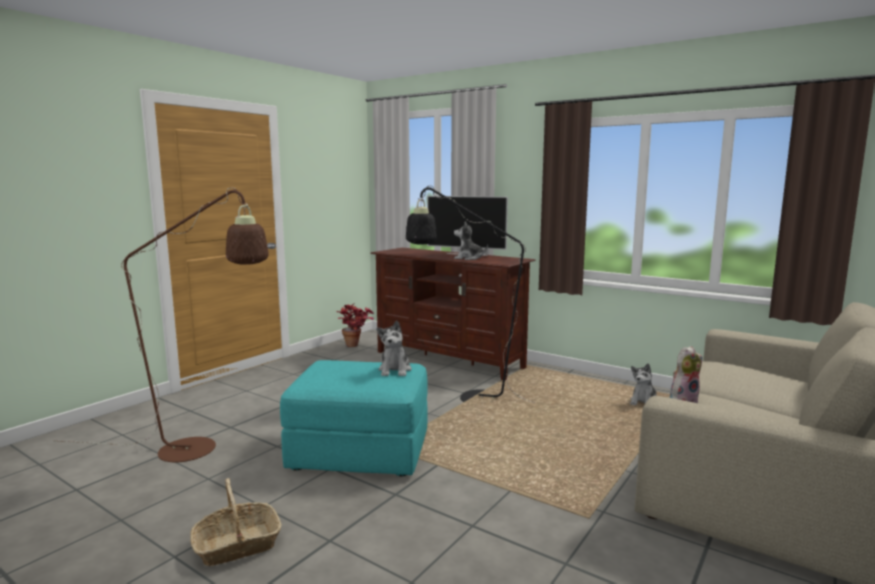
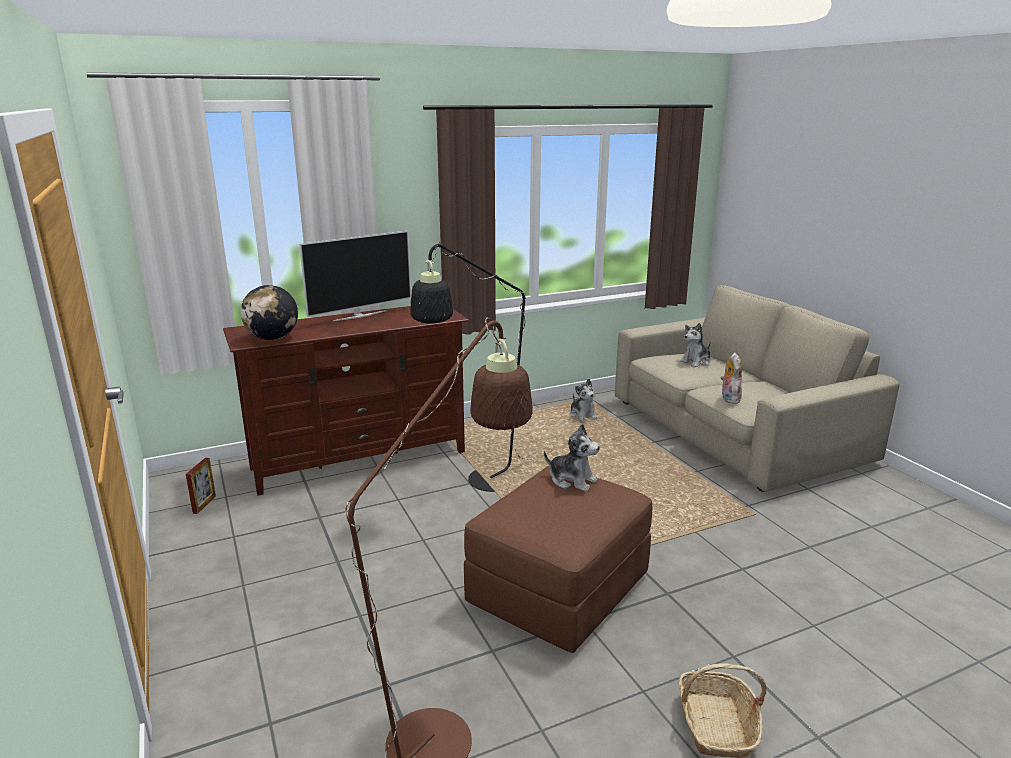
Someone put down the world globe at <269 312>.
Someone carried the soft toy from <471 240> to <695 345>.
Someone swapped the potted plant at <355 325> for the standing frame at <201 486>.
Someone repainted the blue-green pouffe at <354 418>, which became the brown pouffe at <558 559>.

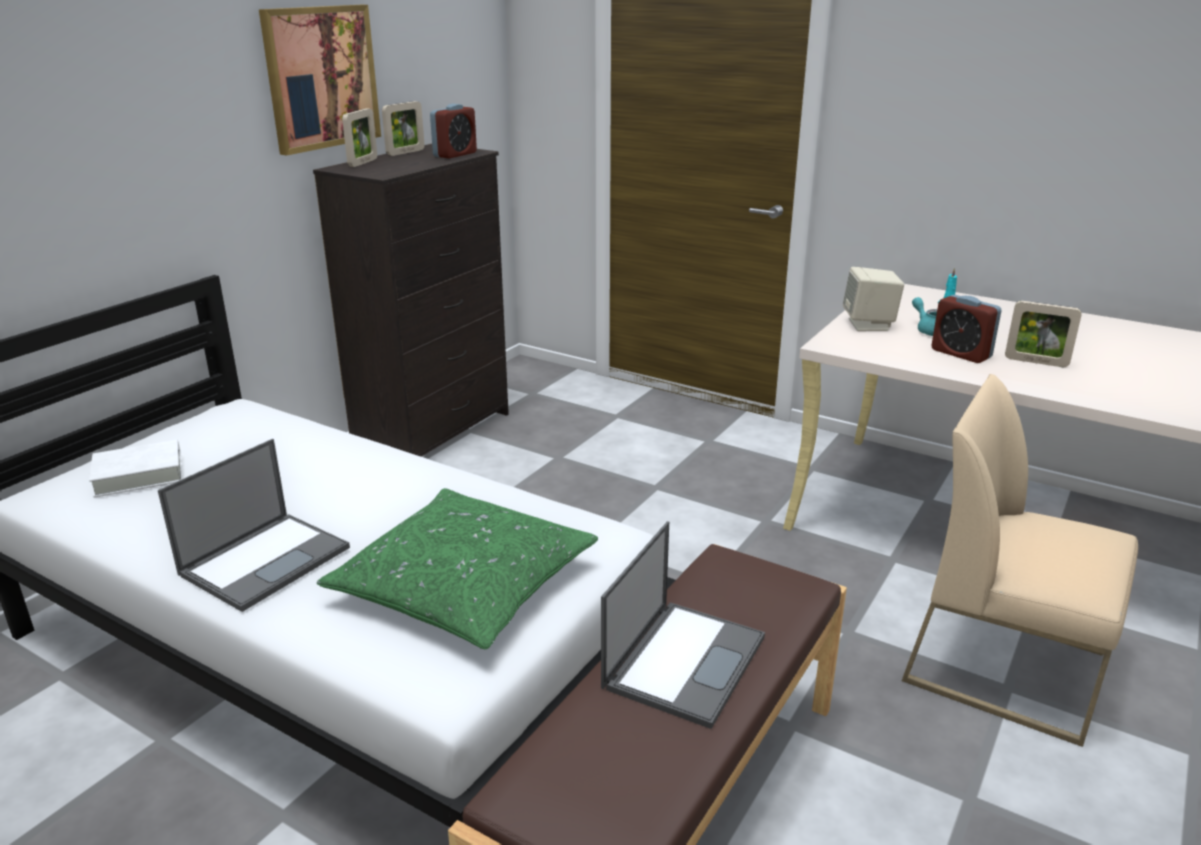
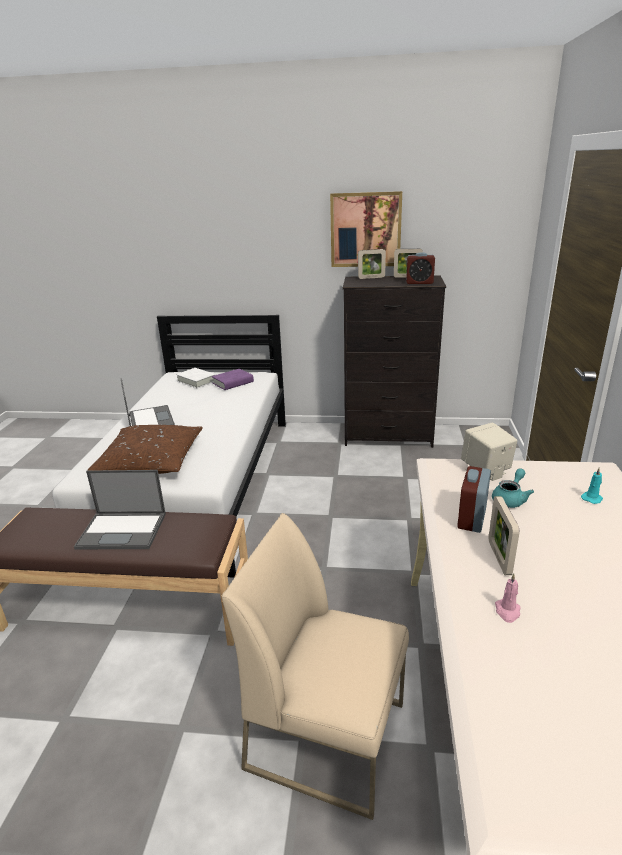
Someone put down the purple bound book at <233 379>.
Someone put down the pinkish wax candle at <508 598>.
Someone repainted the green-coloured throw pillow at <457 568>, which became the brown throw pillow at <145 449>.
Someone rotated the laptop at <254 525> by 120 degrees counterclockwise.
Someone rotated the beige plain chair at <1020 560> by 75 degrees counterclockwise.

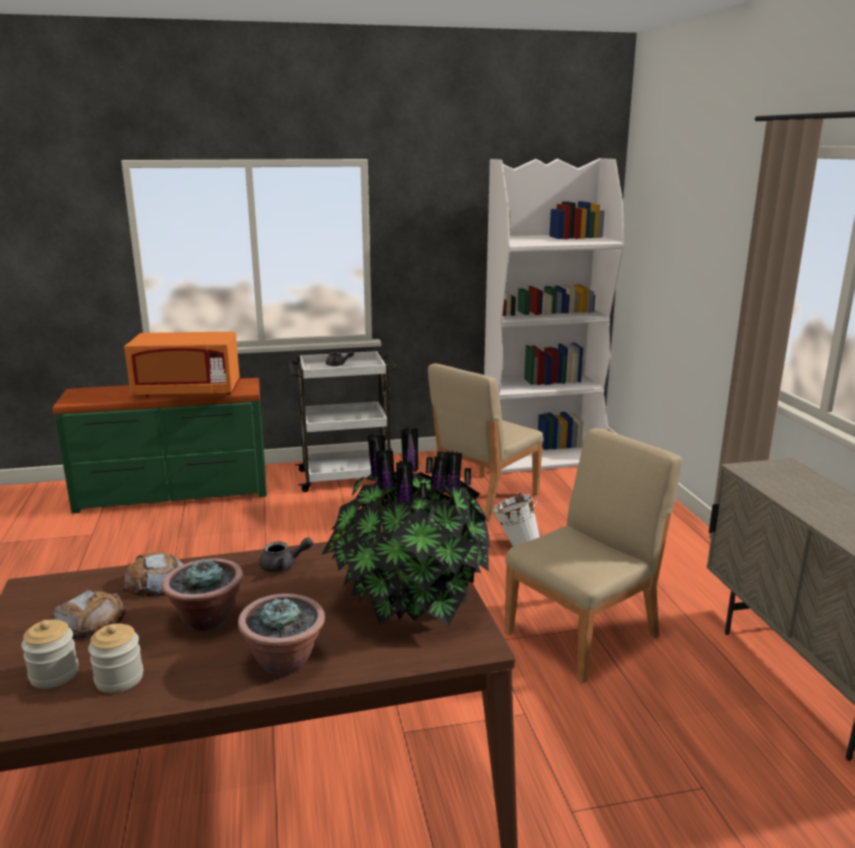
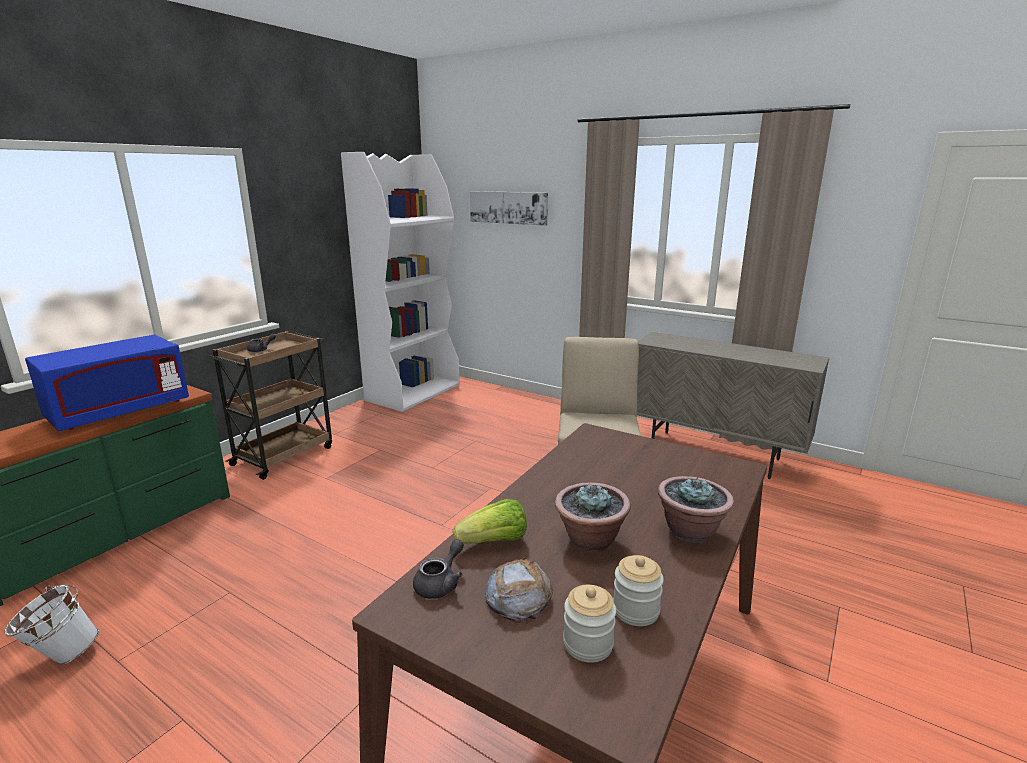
Someone took away the potted plant at <405 526>.
Someone took away the beige plain chair at <485 442>.
Someone put up the picture at <509 208>.
Someone carried the gray teapot from <286 554> to <438 569>.
Someone carried the white pail from <516 519> to <51 625>.
Someone swapped the bakery bread at <153 574> for the lettuce head at <490 521>.
Someone repainted the orangey microwave at <182 364>, which became the bluish microwave at <107 383>.
Someone repainted the white cart at <343 421>, which became the brown cart at <269 405>.

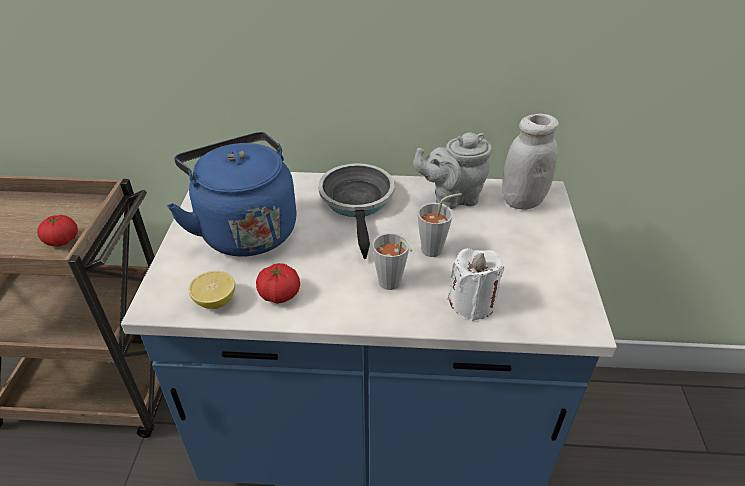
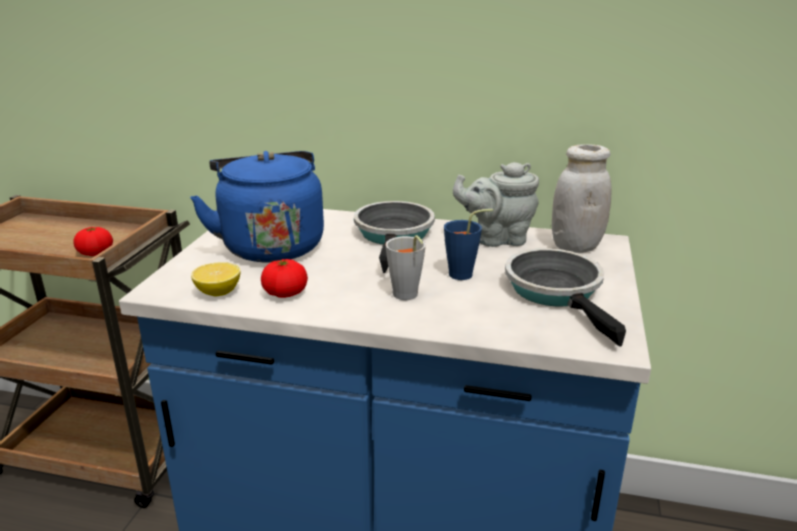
Someone took away the white wax candle at <476 284>.
Someone put down the frying pan at <565 297>.
Someone repainted the gray drinking cup at <440 225>, which became the bluish drinking cup at <468 244>.

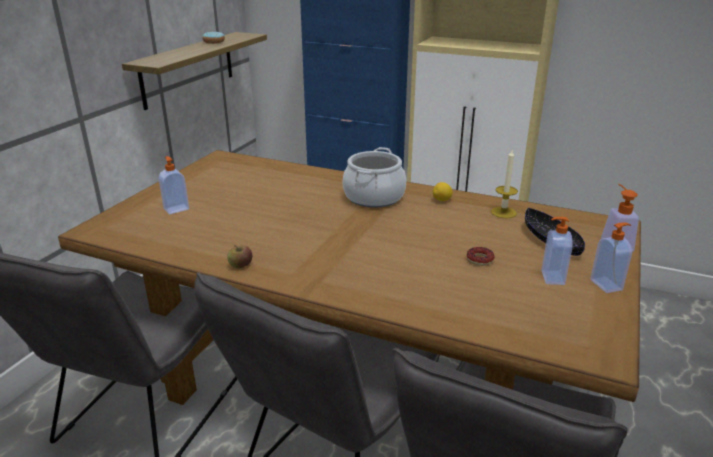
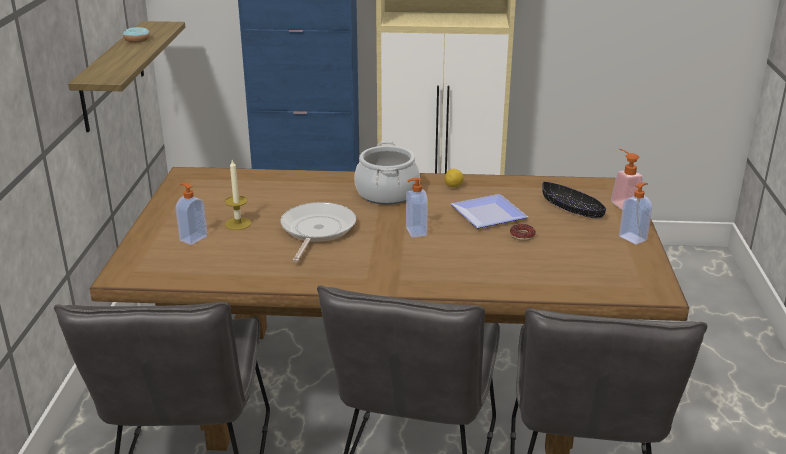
Someone took away the apple fruit at <239 256>.
Someone put down the frying pan at <318 232>.
Someone put down the plate at <489 211>.
Someone carried the wax candle from <504 184> to <238 195>.
Someone carried the soap dispenser from <557 251> to <417 208>.

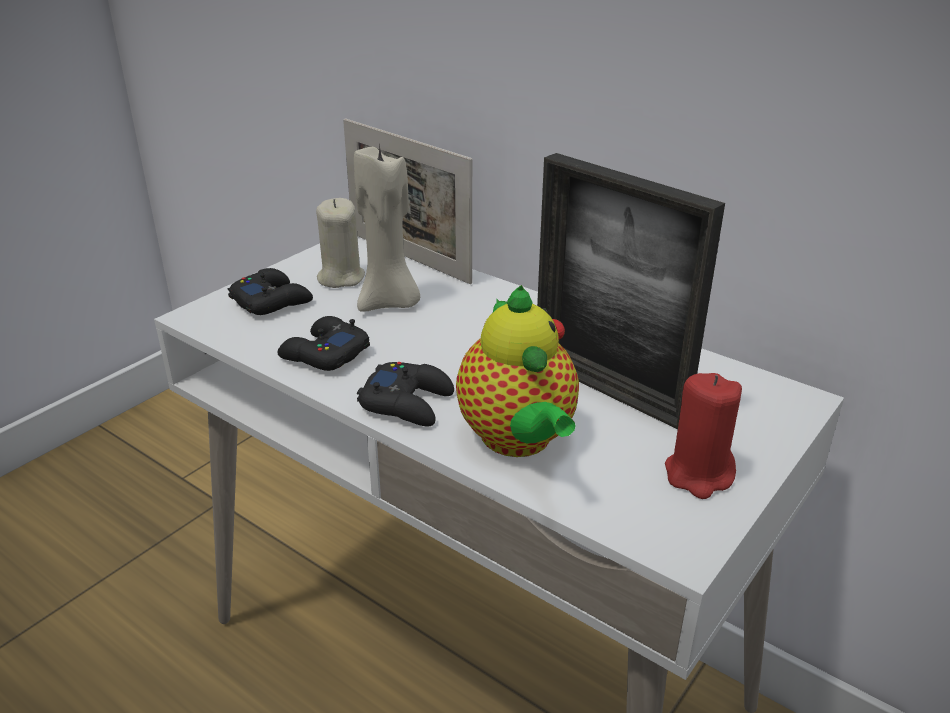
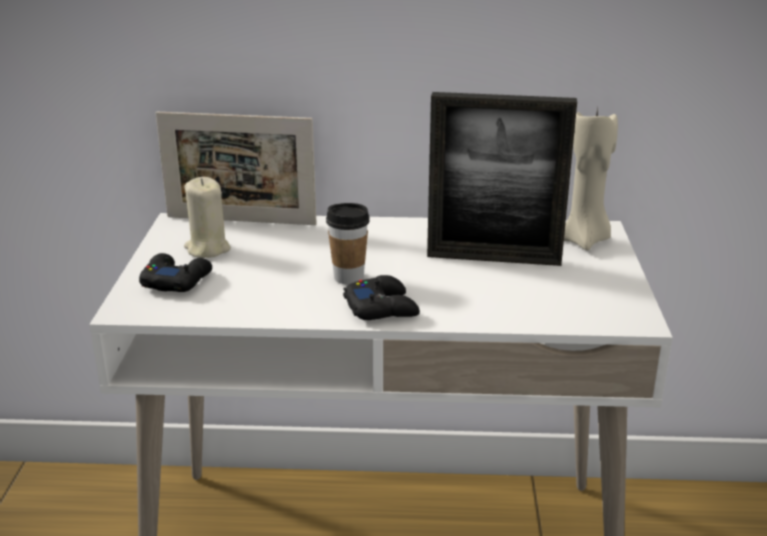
Someone took away the blackish gamepad at <324 343>.
Someone took away the teapot at <517 371>.
Someone took away the red wax candle at <703 436>.
Someone put down the drinking cup at <348 244>.
Someone carried the beige wax candle from <387 227> to <591 179>.

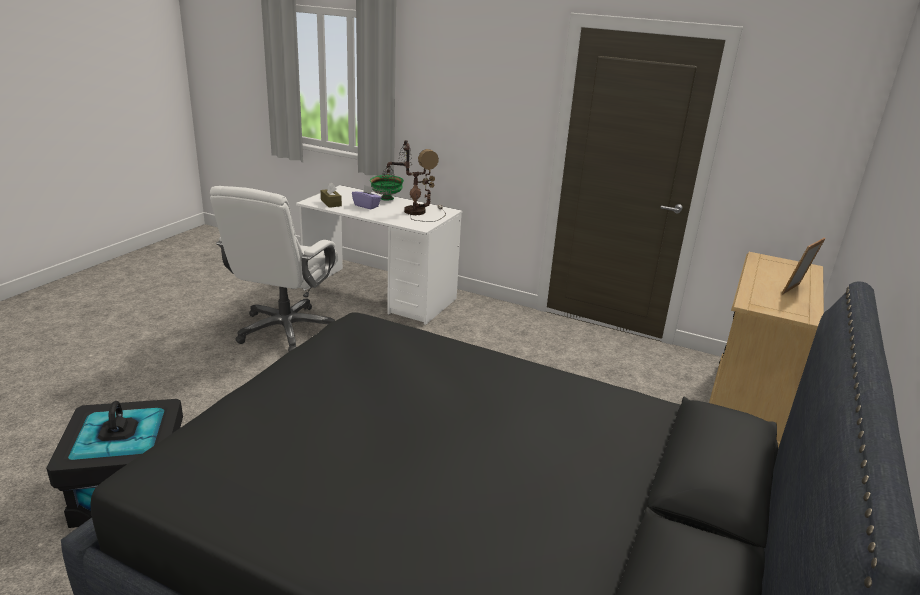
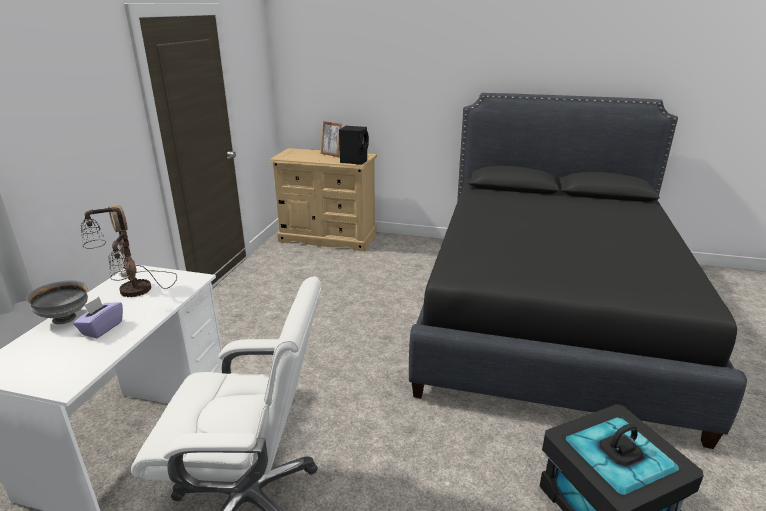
Someone took away the brown box of tissues at <331 195>.
Someone put down the blackish speaker at <354 145>.
Someone repainted the green-coloured bowl at <387 188>, which became the gray bowl at <57 302>.

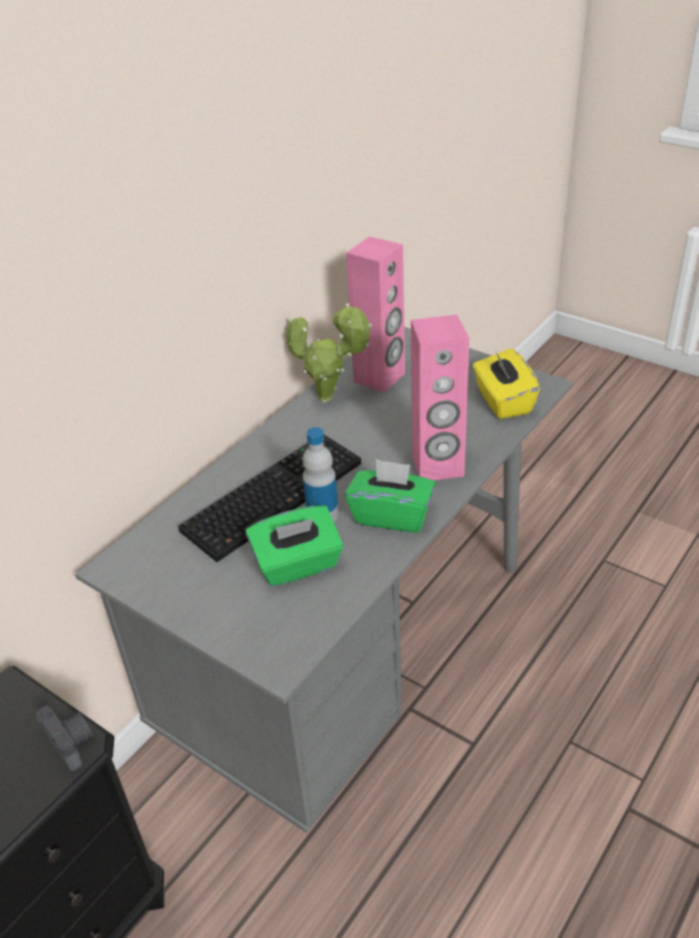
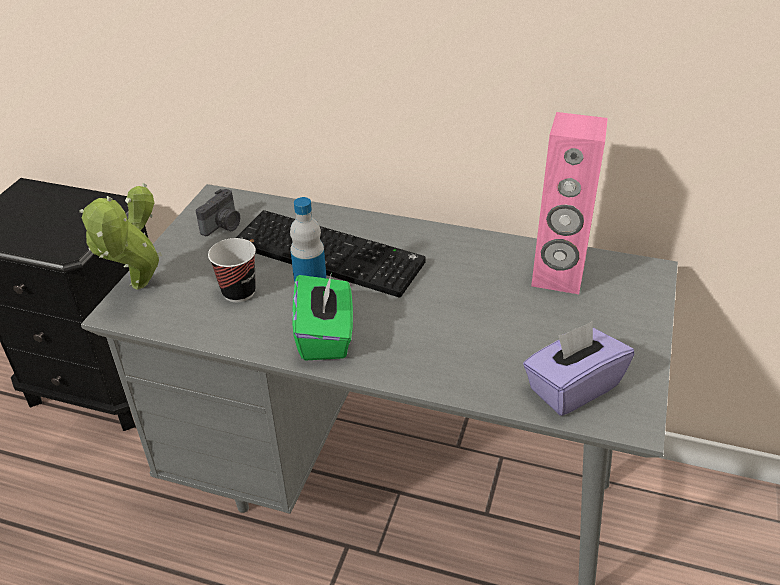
Someone took away the pinkish speaker at <440 397>.
Someone carried the photo camera from <64 738> to <218 212>.
Someone carried the potted plant from <329 353> to <120 236>.
Someone swapped the green-coloured box of tissues at <294 546> for the drinking cup at <232 270>.
Someone repainted the yellowish box of tissues at <506 383>, which became the purple box of tissues at <578 368>.

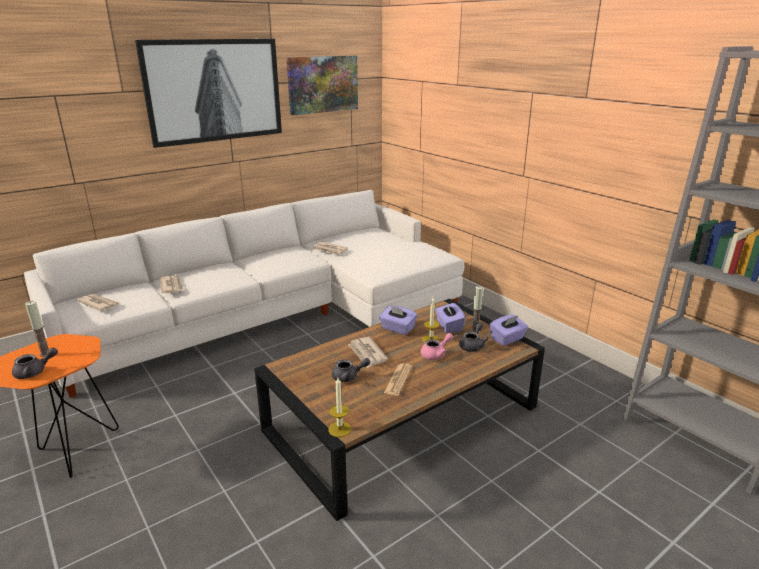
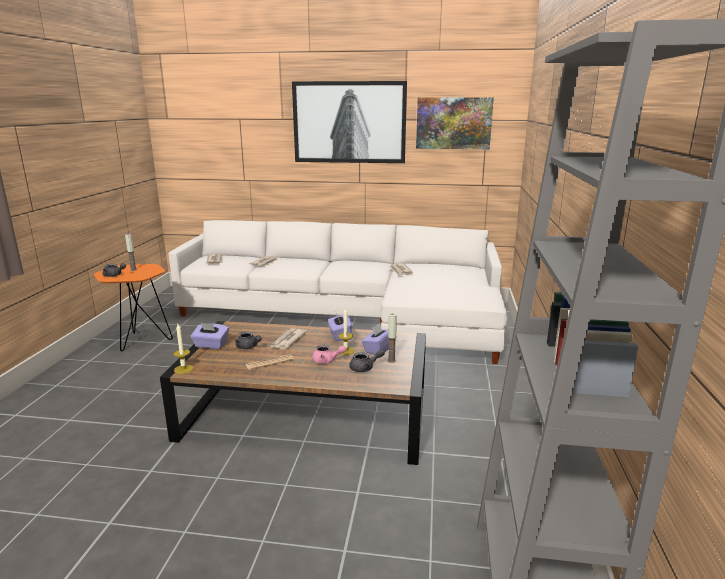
Someone carried the purple box of tissues from <509 330> to <210 335>.

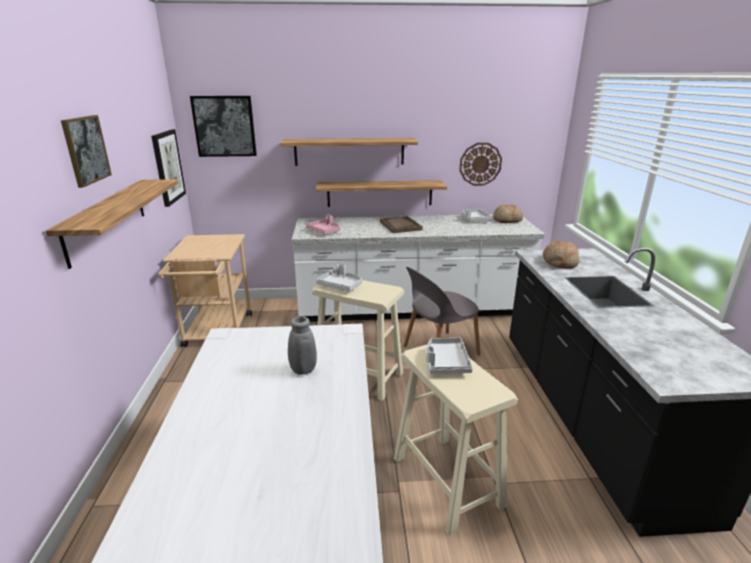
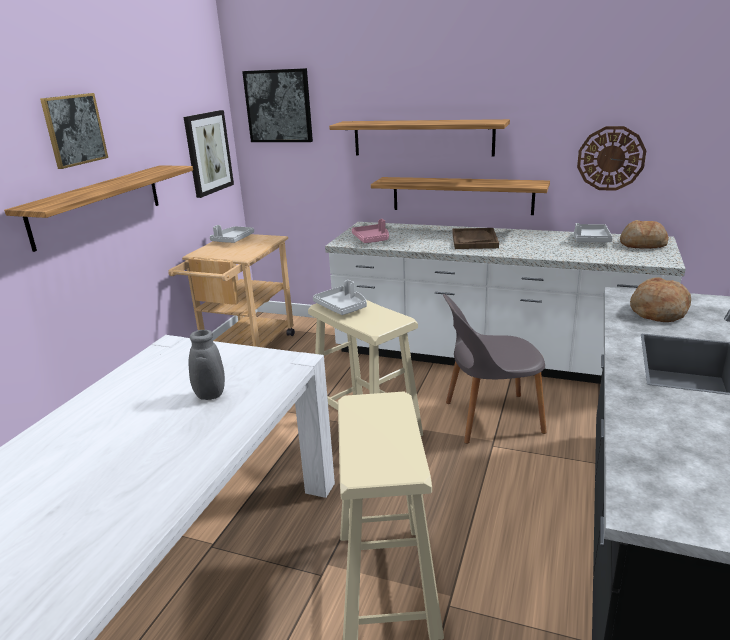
Someone carried the gray tray from <449 356> to <232 234>.

